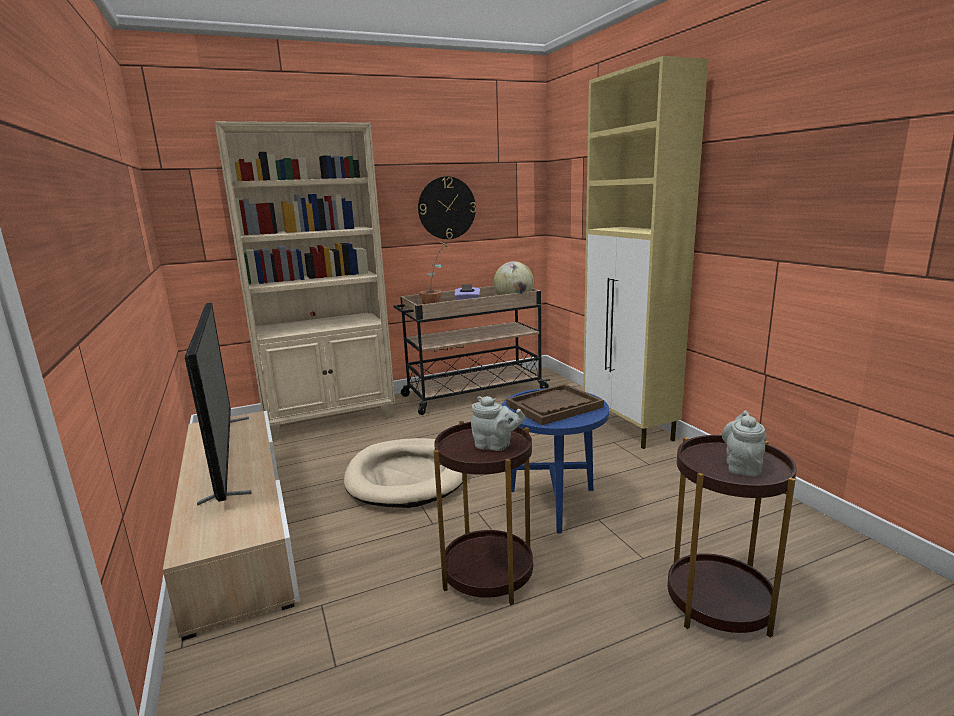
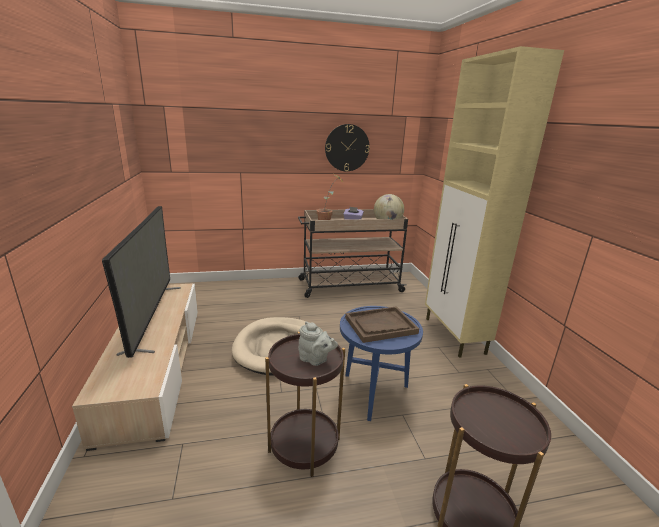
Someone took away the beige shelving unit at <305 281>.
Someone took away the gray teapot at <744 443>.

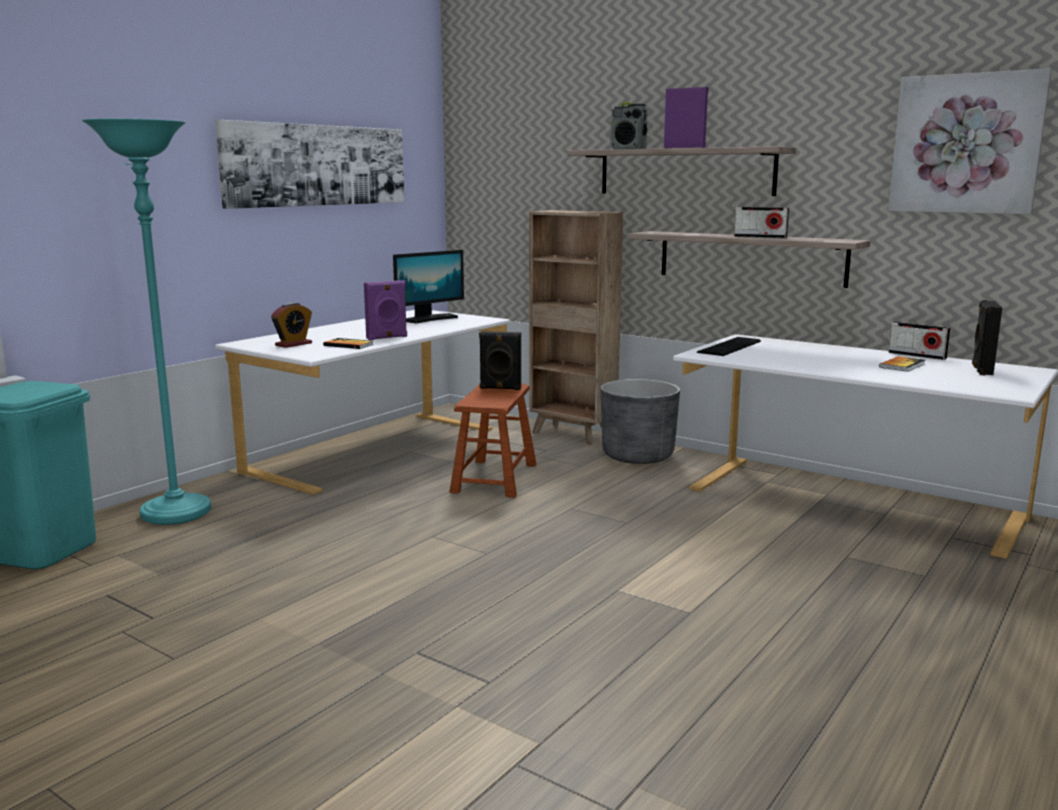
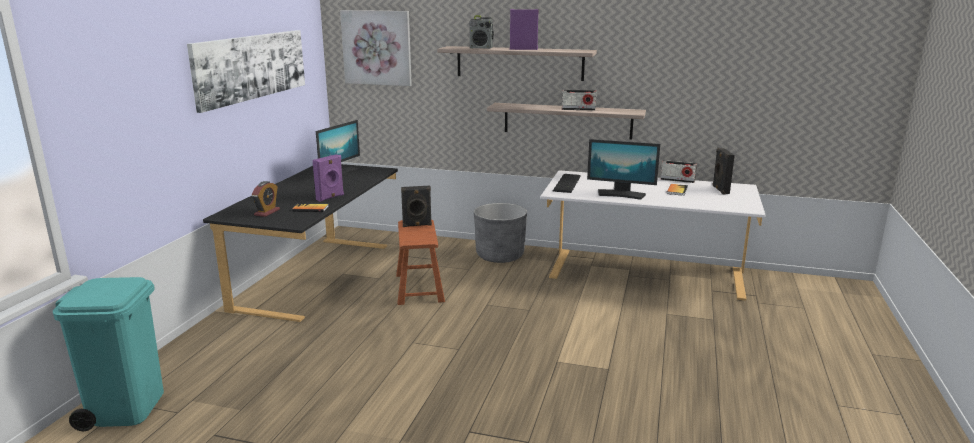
Someone took away the blue-green floor lamp at <146 322>.
Someone took away the brown shelving unit at <576 327>.
Someone put down the computer screen at <623 169>.
Someone carried the picture from <970 141> to <376 48>.
Someone repainted the white desk unit at <362 402>, which became the blackish desk unit at <300 243>.

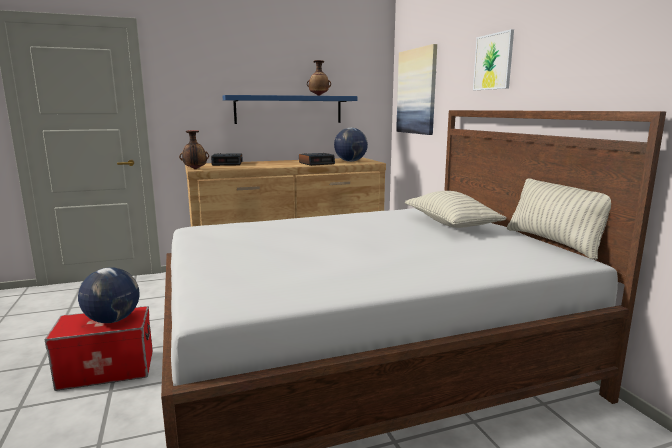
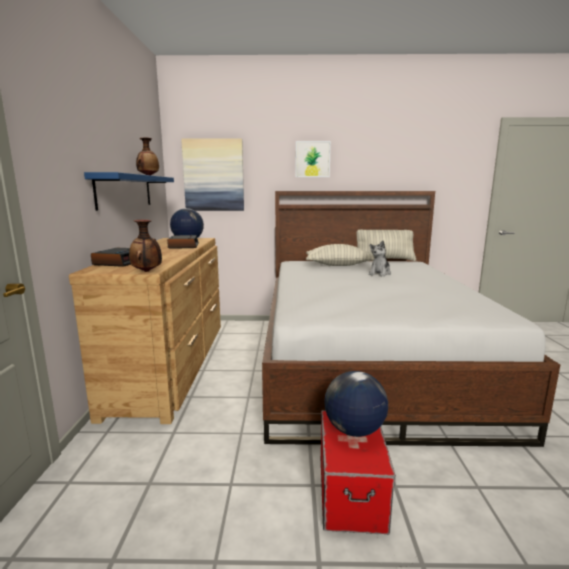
Someone put down the soft toy at <380 258>.

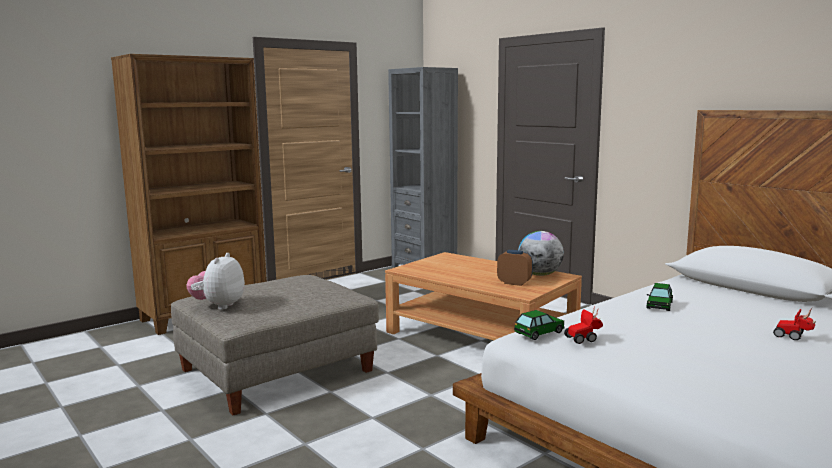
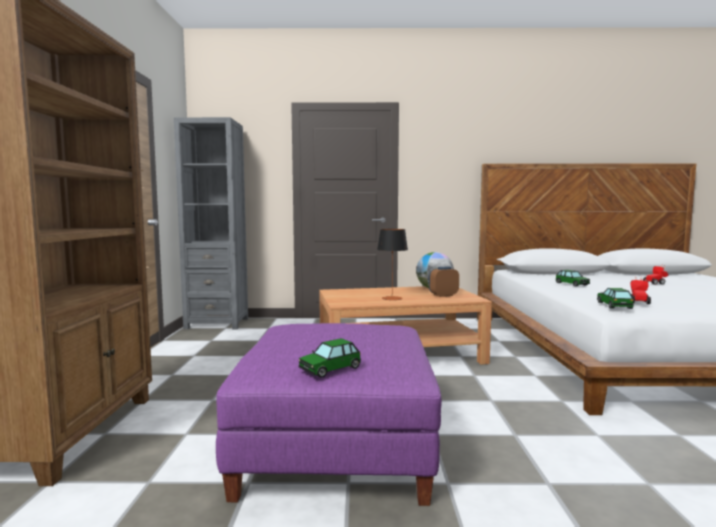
Someone put down the table lamp at <392 264>.
Someone swapped the soft toy at <215 281> for the miniature car at <330 358>.
Someone repainted the gray pouffe at <275 345>, which became the purple pouffe at <329 414>.

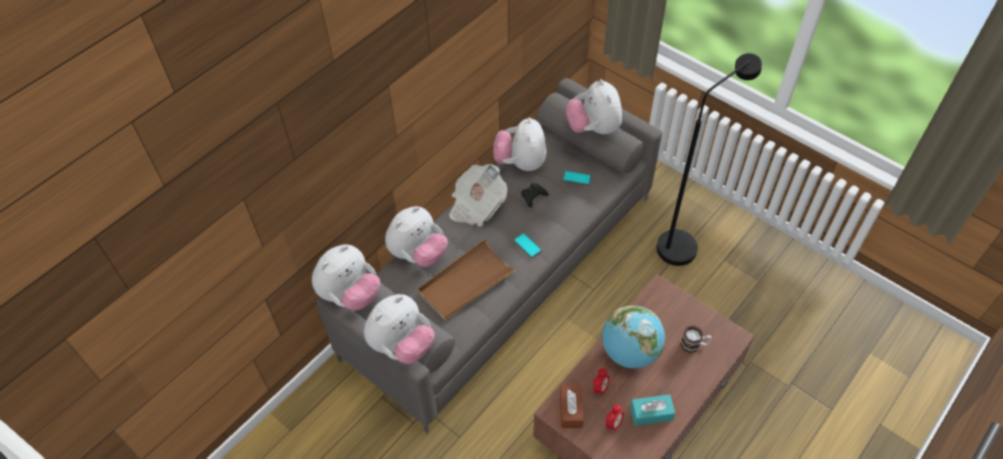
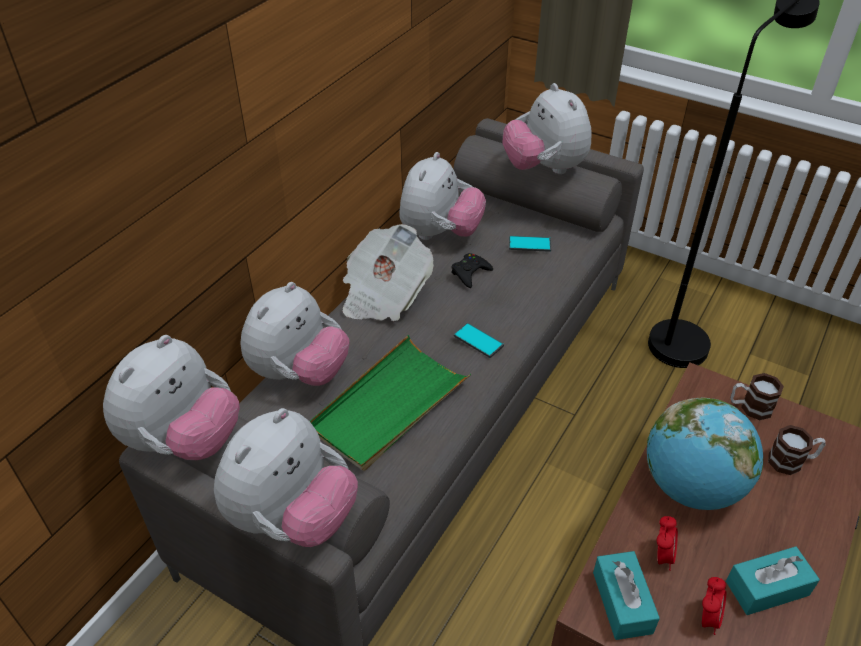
Someone put down the coffee mug at <757 396>.
Someone repainted the brown tray at <467 279>, which became the green-coloured tray at <390 403>.
Someone repainted the brown box of tissues at <571 406>, which became the blue-green box of tissues at <626 595>.
Someone rotated the soft toy at <520 144> by 150 degrees counterclockwise.

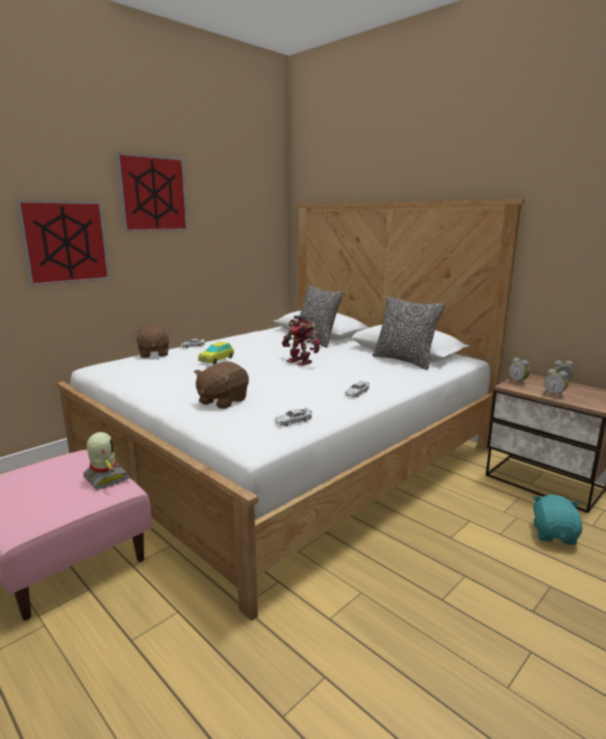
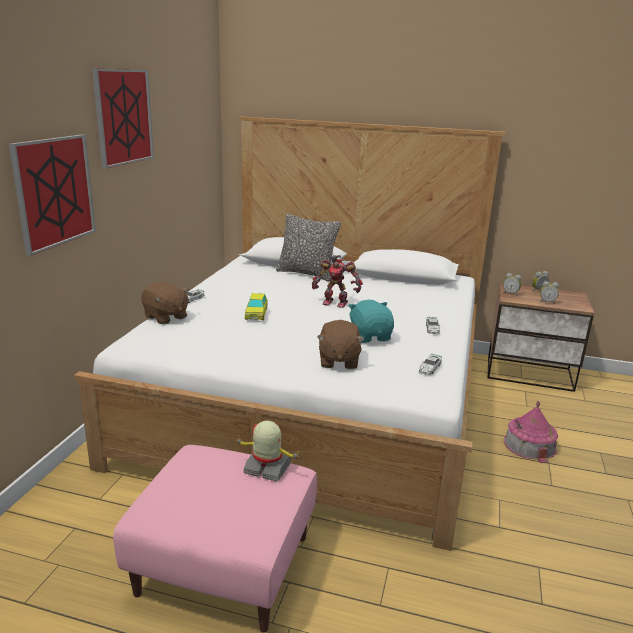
Someone took away the throw pillow at <408 333>.
Someone put down the miniature house at <531 432>.
Someone carried the blue-green soft toy from <557 520> to <371 321>.

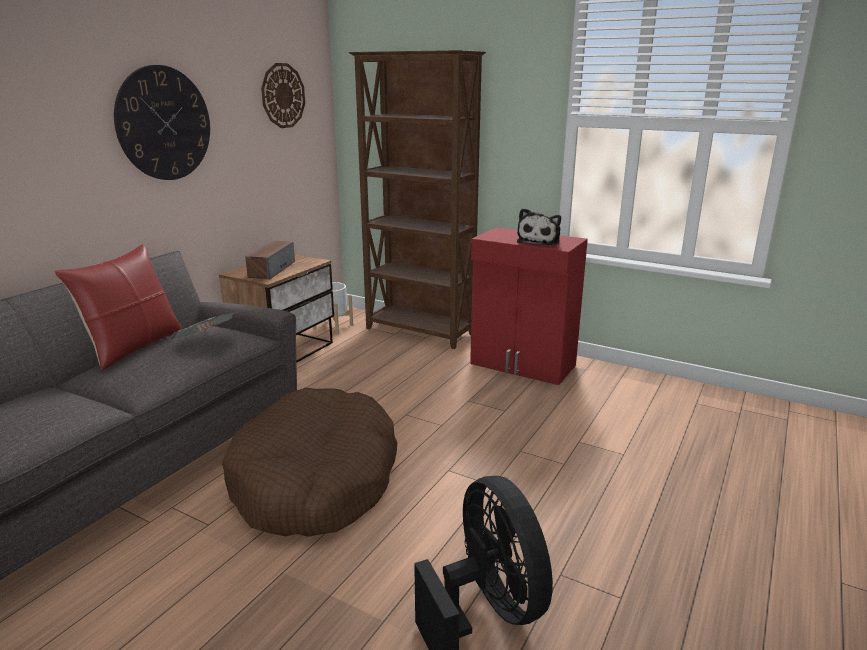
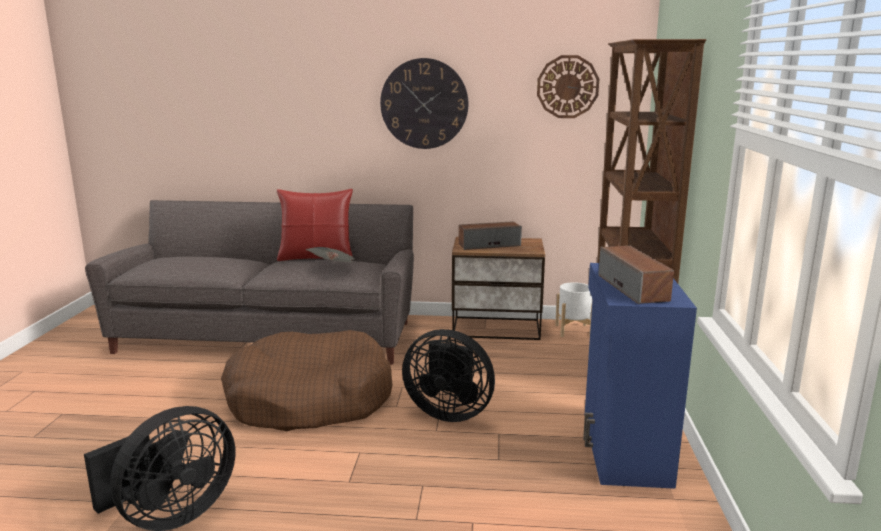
Someone put down the blackish fan at <448 375>.
Someone swapped the soft toy at <539 226> for the speaker at <636 275>.
Someone repainted the red storage cabinet at <529 306>, which became the bluish storage cabinet at <640 376>.

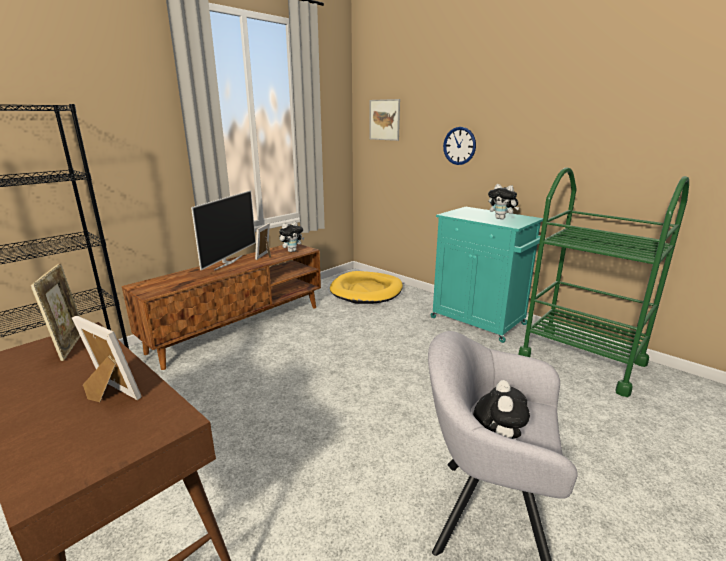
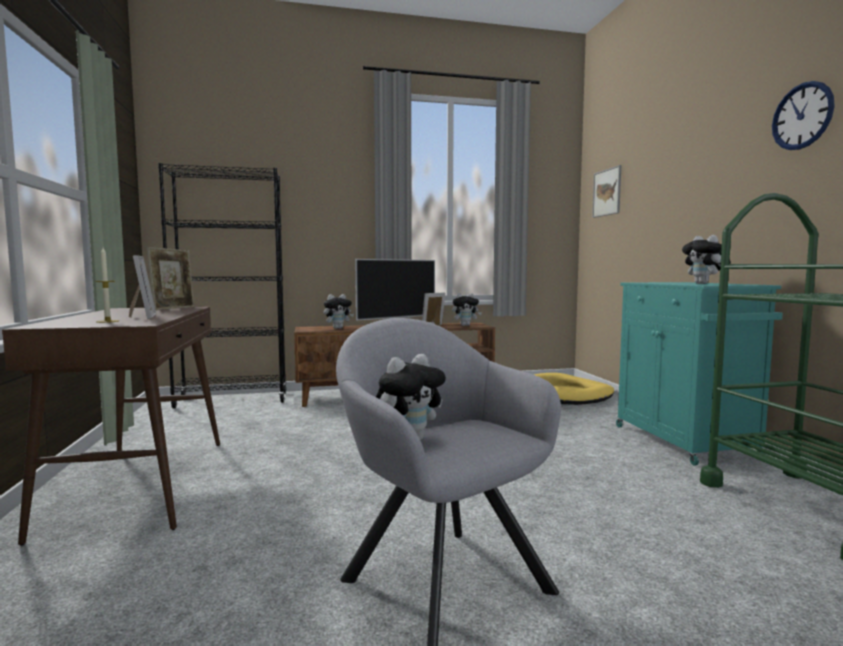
Someone put down the wax candle at <107 285>.
Someone put down the soft toy at <339 311>.
Someone carried the wall clock from <459 146> to <803 115>.

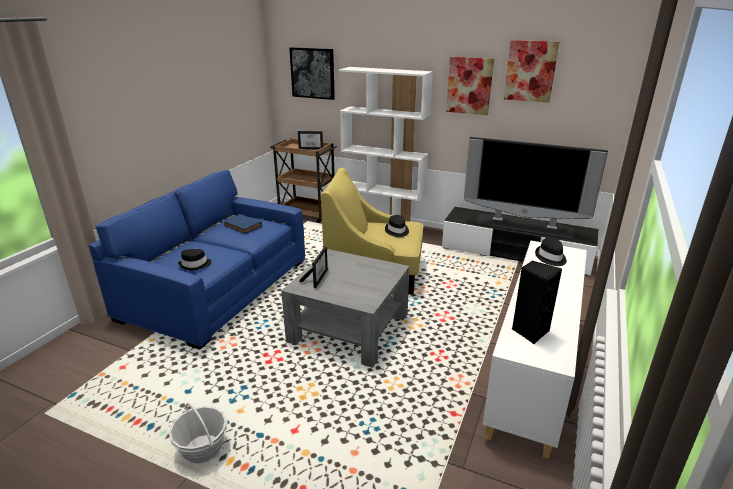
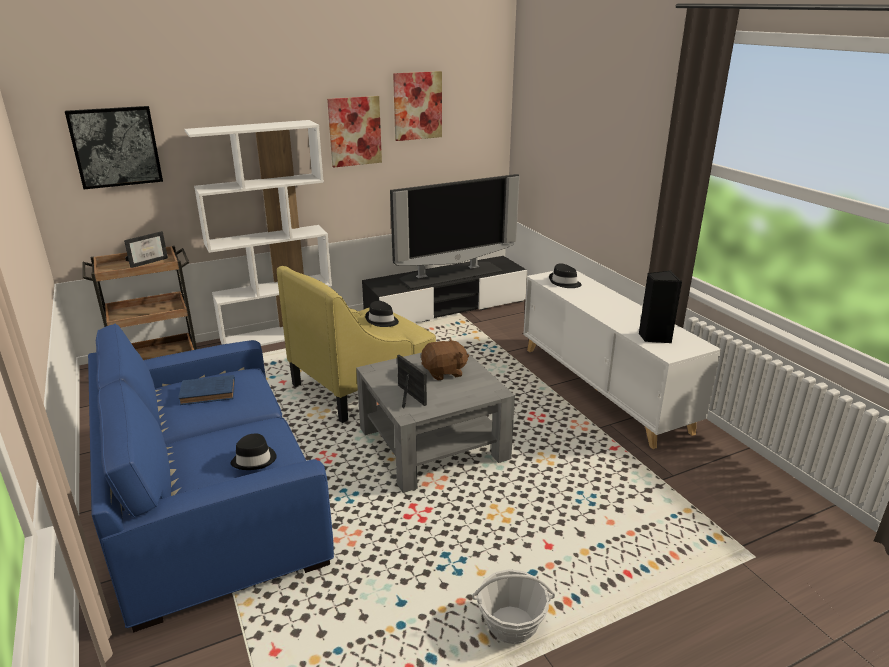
Someone put down the brown soft toy at <445 359>.

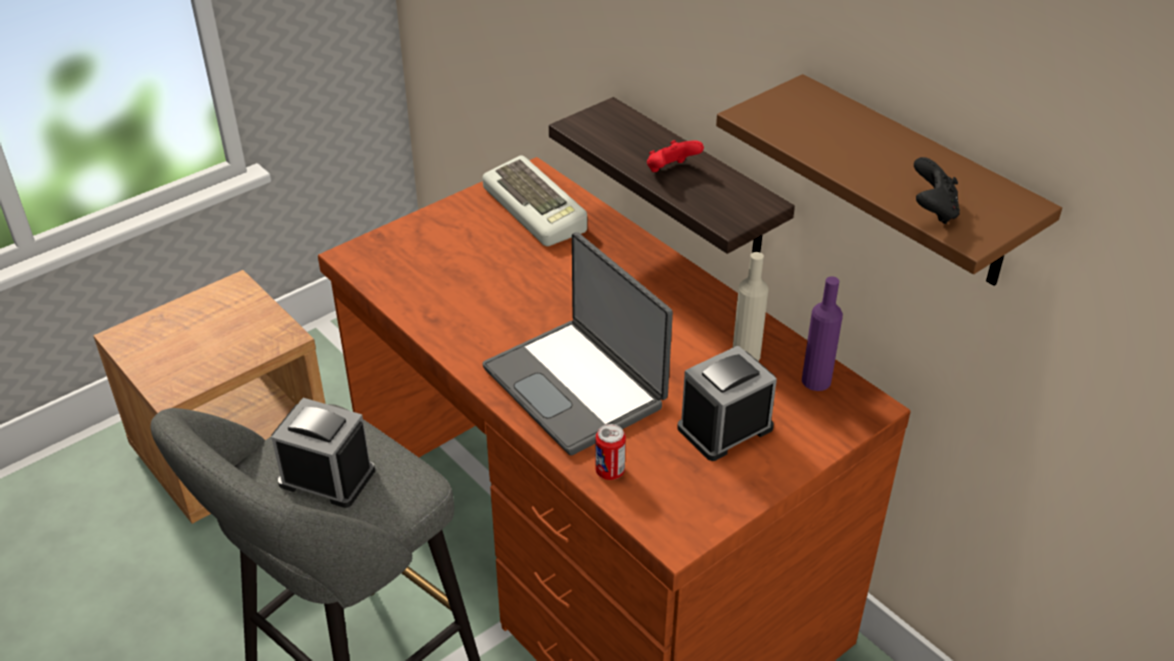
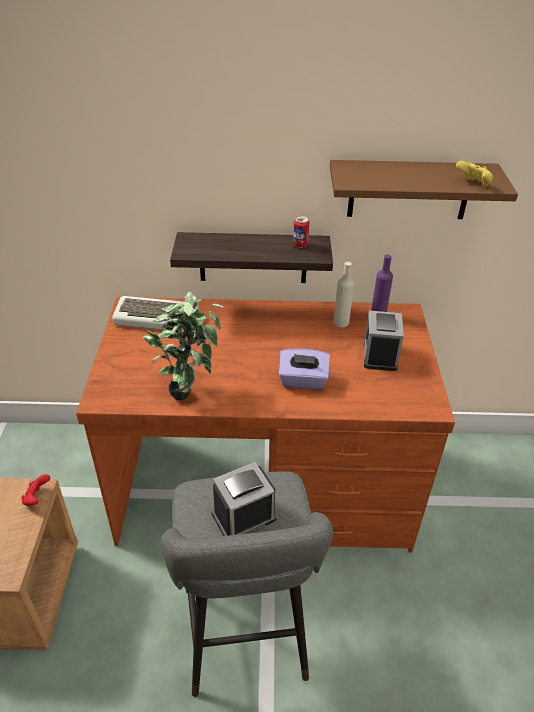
Someone put down the potted plant at <183 346>.
Someone carried the metal can from <610 452> to <301 232>.
Someone carried the red gamepad from <675 156> to <35 490>.
Someone swapped the laptop at <577 343> for the purple box of tissues at <304 369>.
Someone repainted the blackish gamepad at <937 190>, which became the yellowish gamepad at <474 174>.

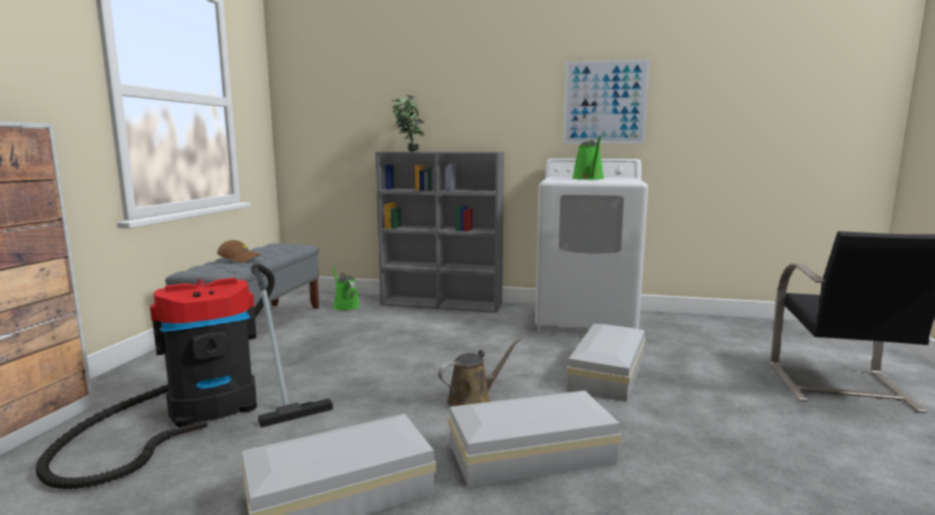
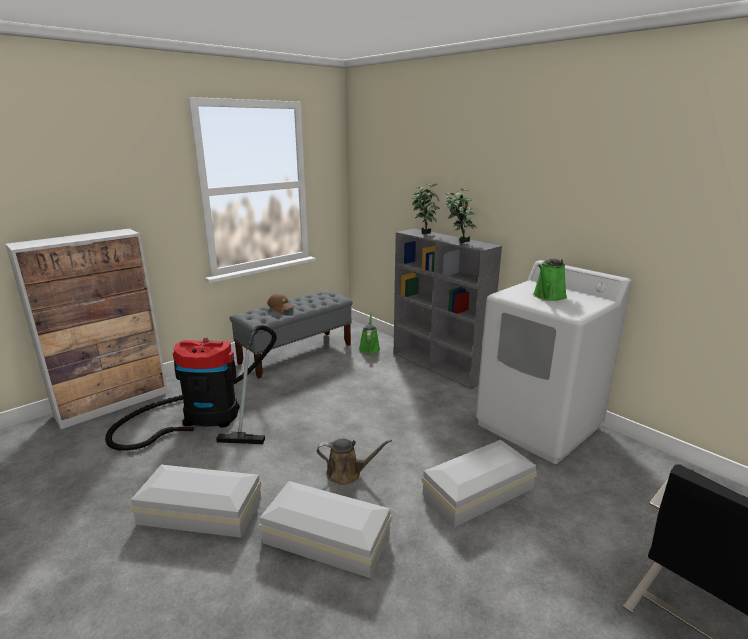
Someone took away the picture at <606 101>.
Someone put down the potted plant at <461 215>.

